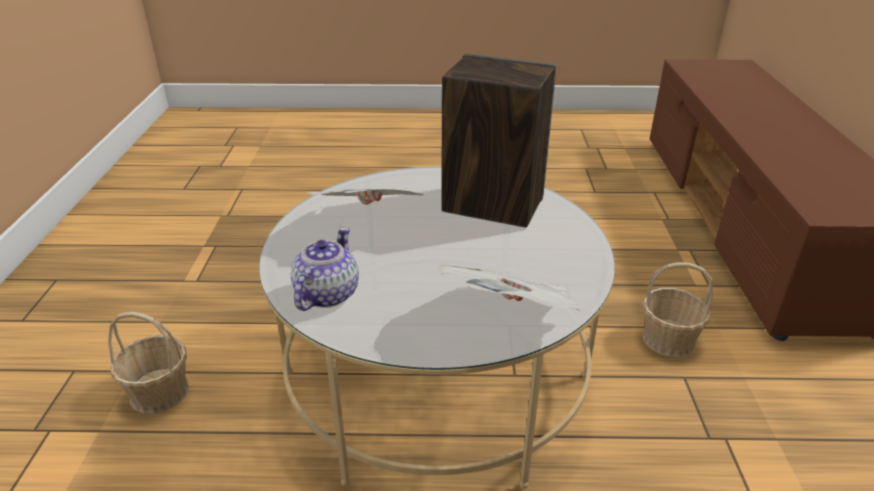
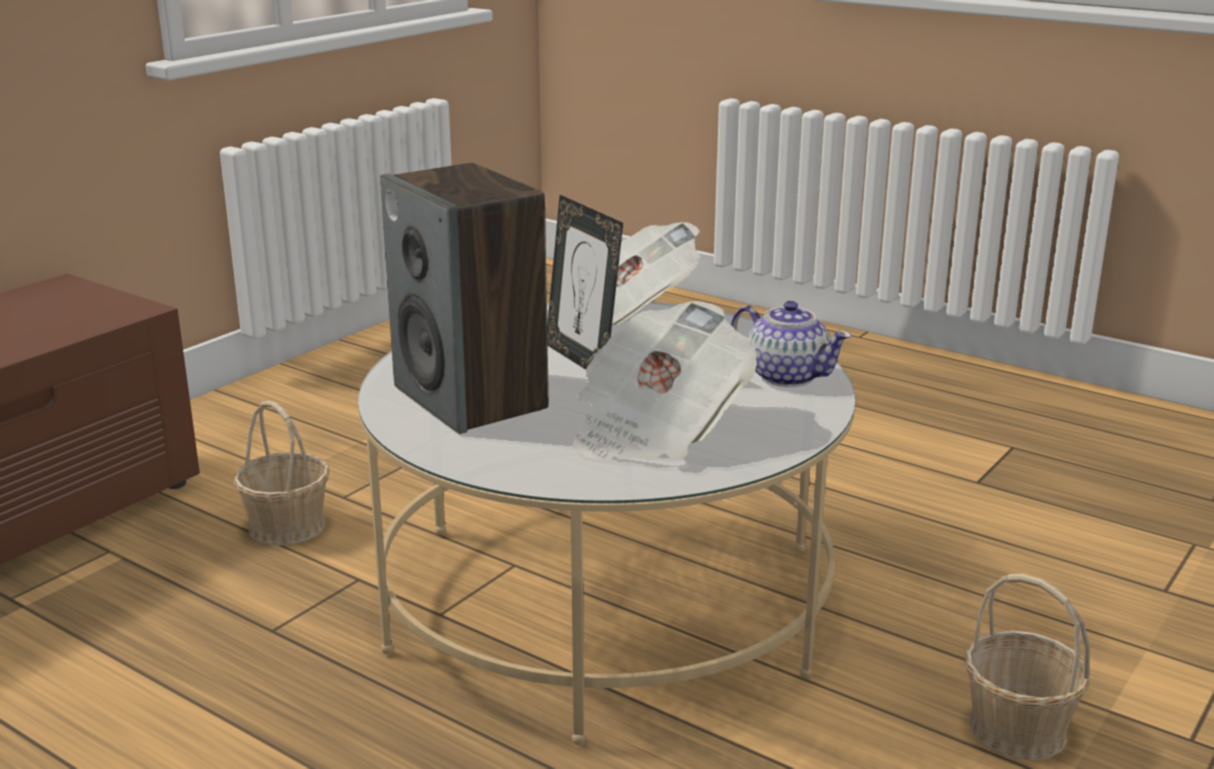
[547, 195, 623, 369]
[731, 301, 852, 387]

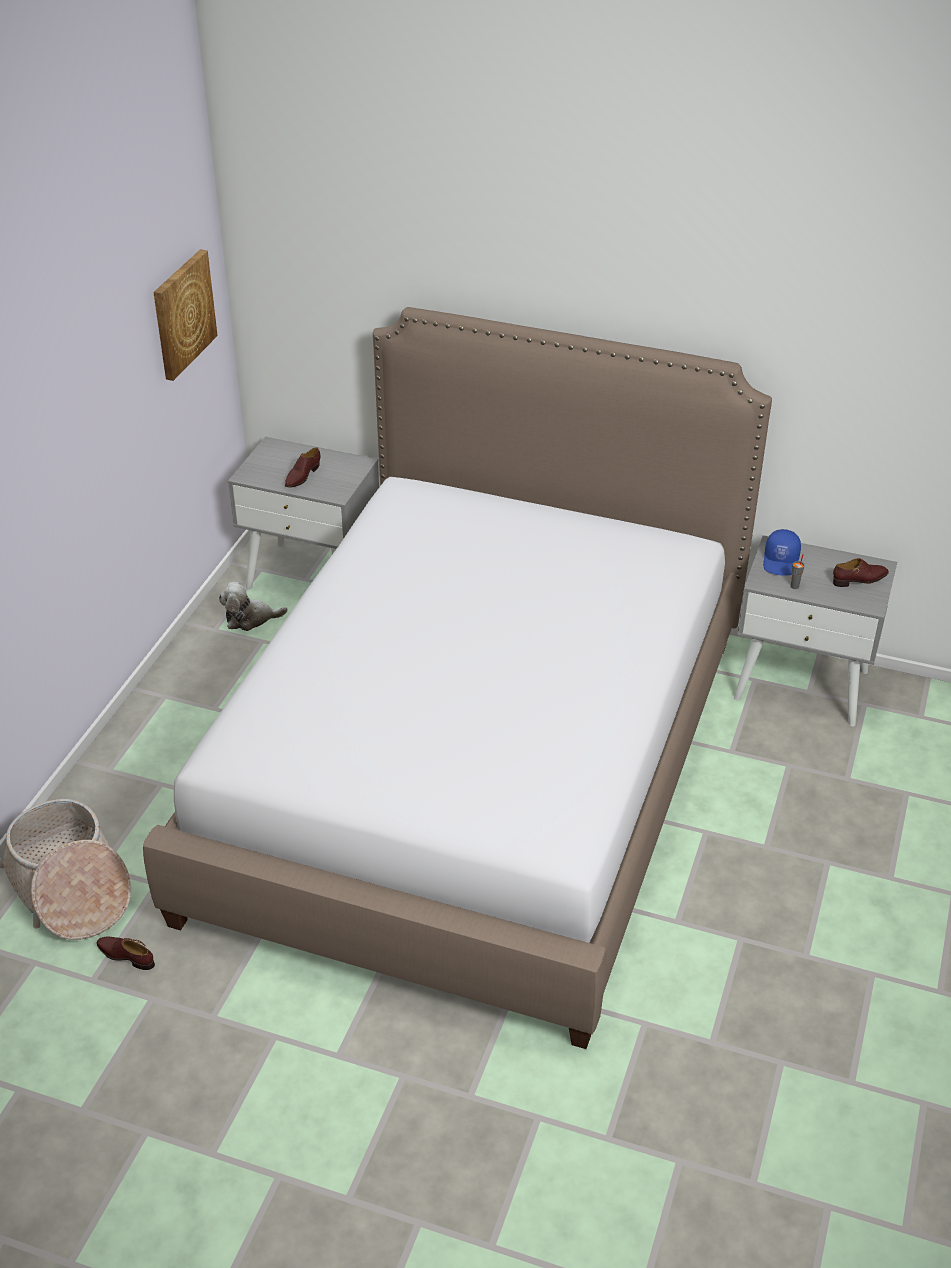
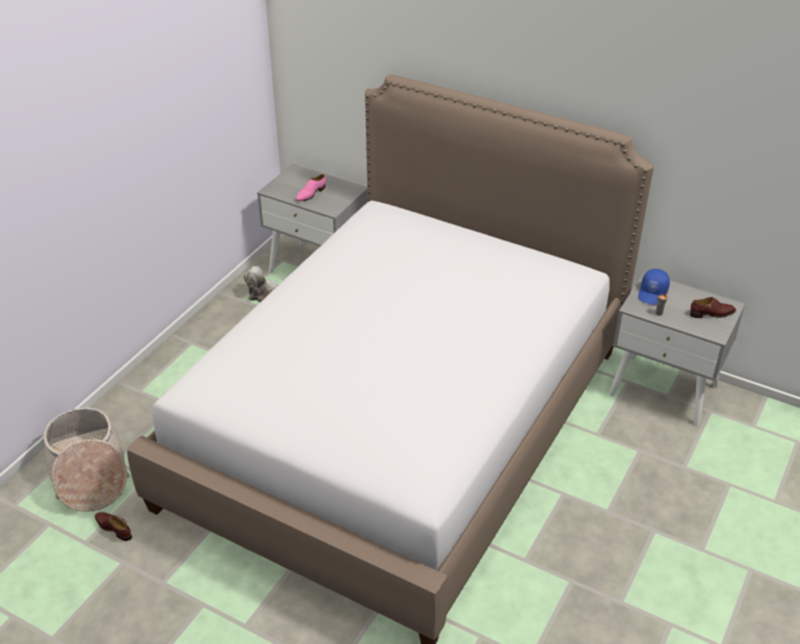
[153, 249, 218, 381] (first image)
[296, 174, 326, 201]

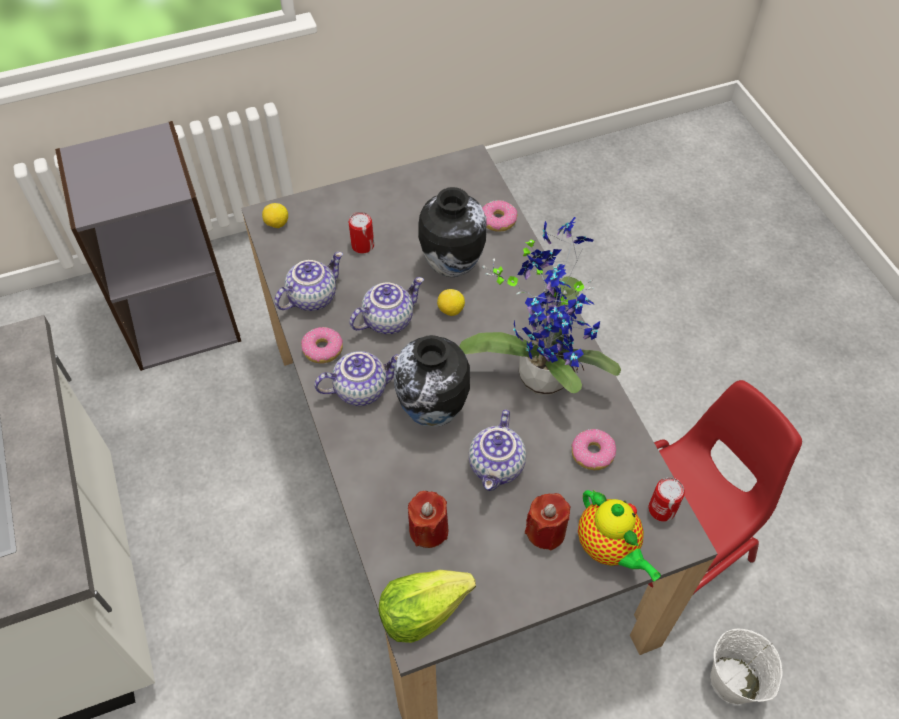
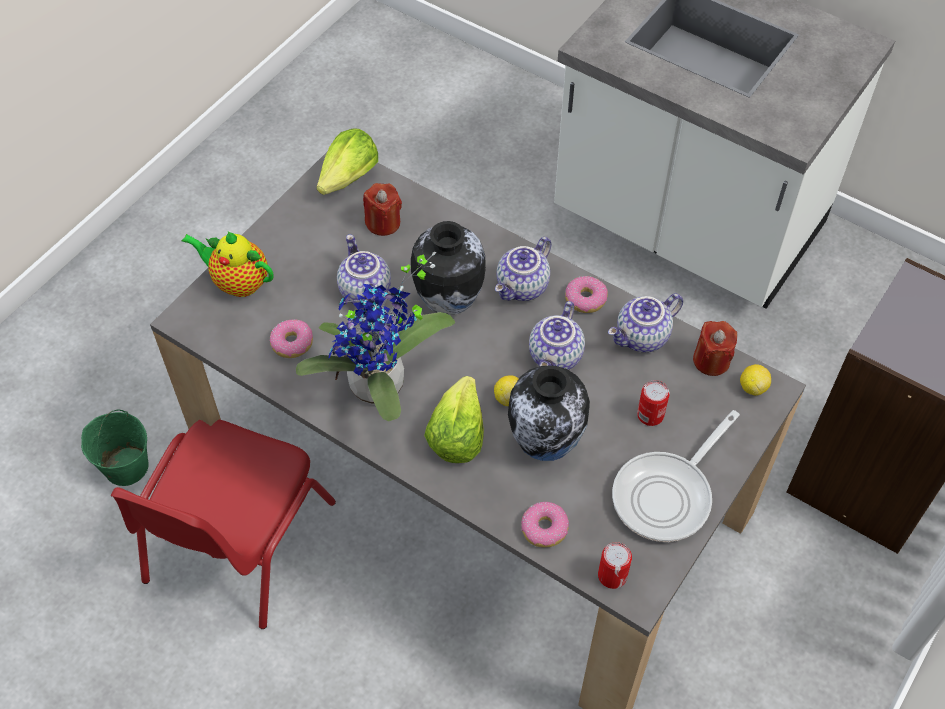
[424, 376, 484, 463]
[612, 410, 740, 542]
[693, 321, 737, 376]
[598, 542, 632, 589]
[81, 409, 149, 486]
[608, 293, 683, 352]

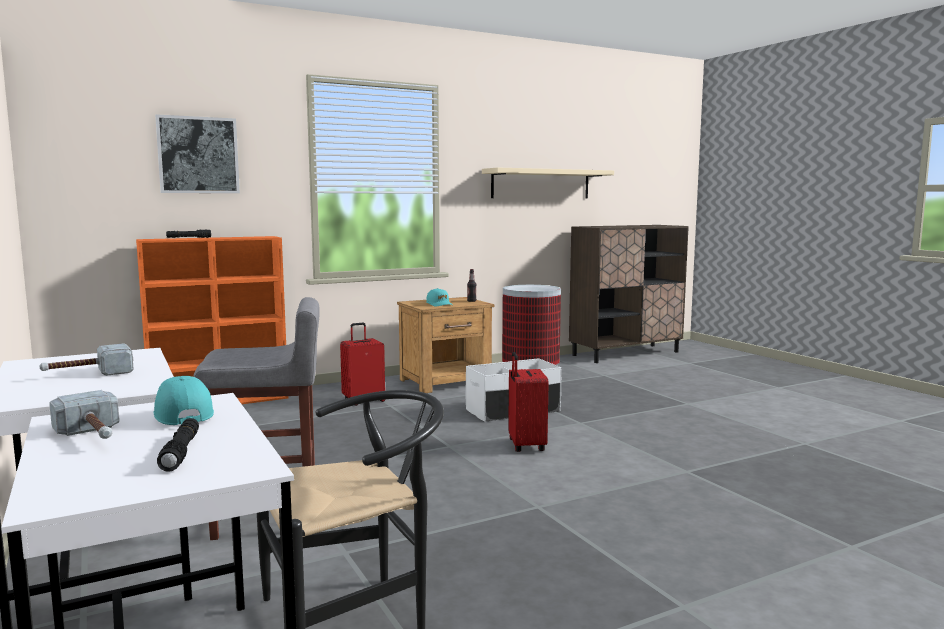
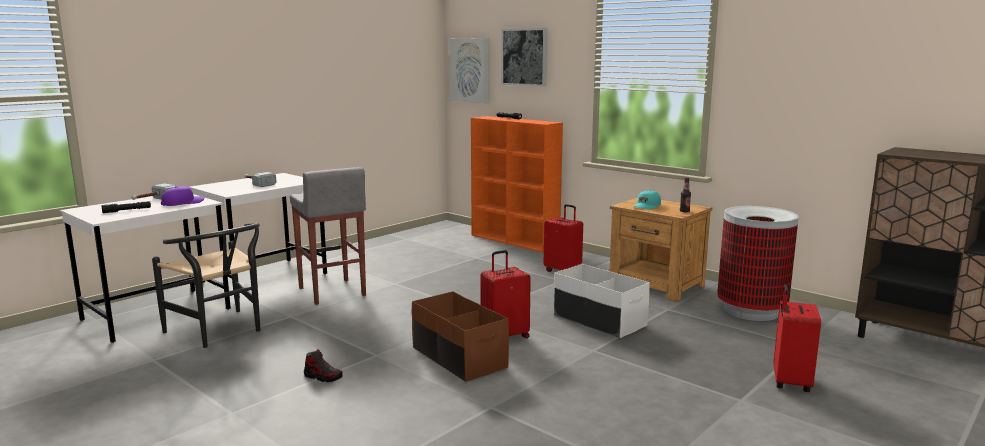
[482, 167, 614, 198] (first image)
[304, 349, 343, 382]
[412, 291, 509, 382]
[449, 38, 489, 103]
[773, 284, 821, 392]
[161, 186, 204, 206]

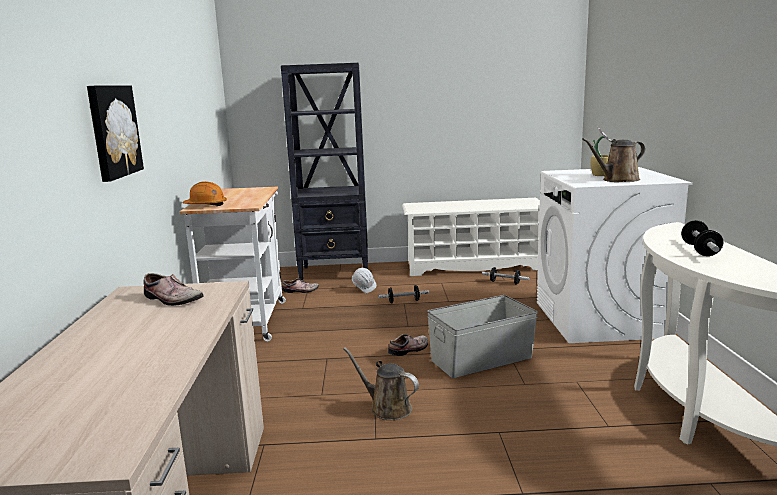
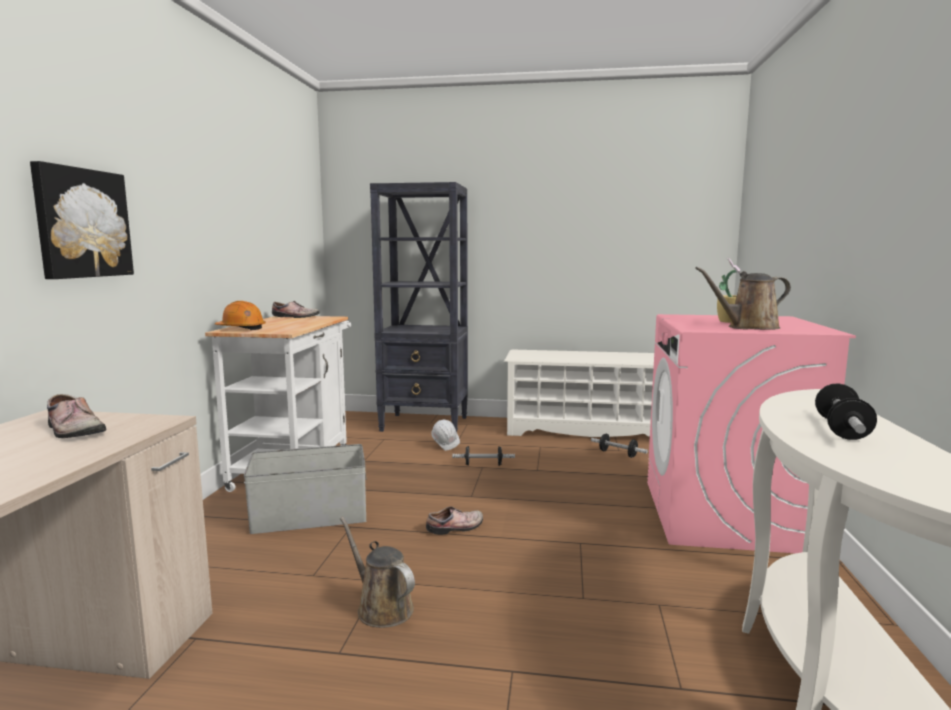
[272, 301, 320, 318]
[243, 444, 367, 534]
[647, 314, 856, 553]

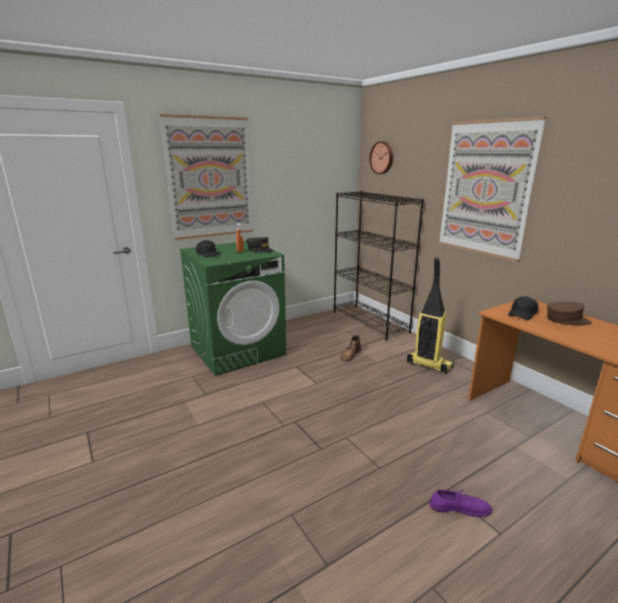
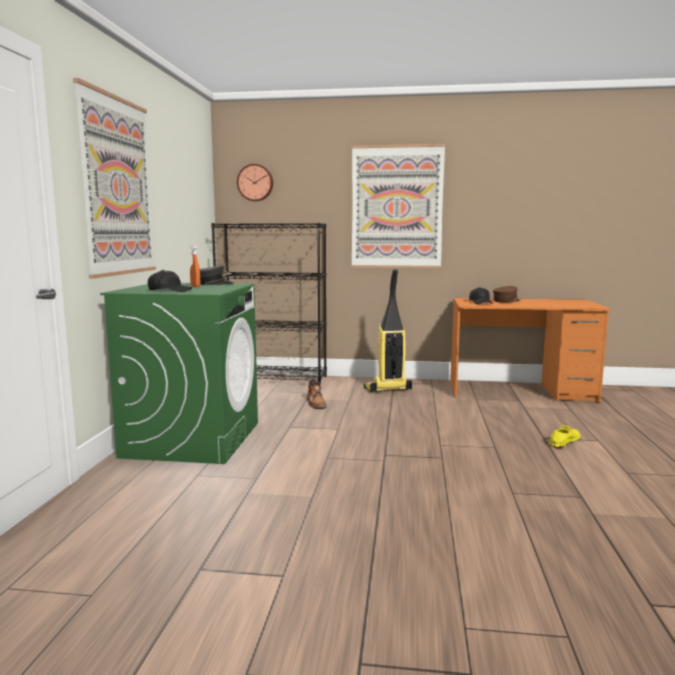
[550, 425, 580, 448]

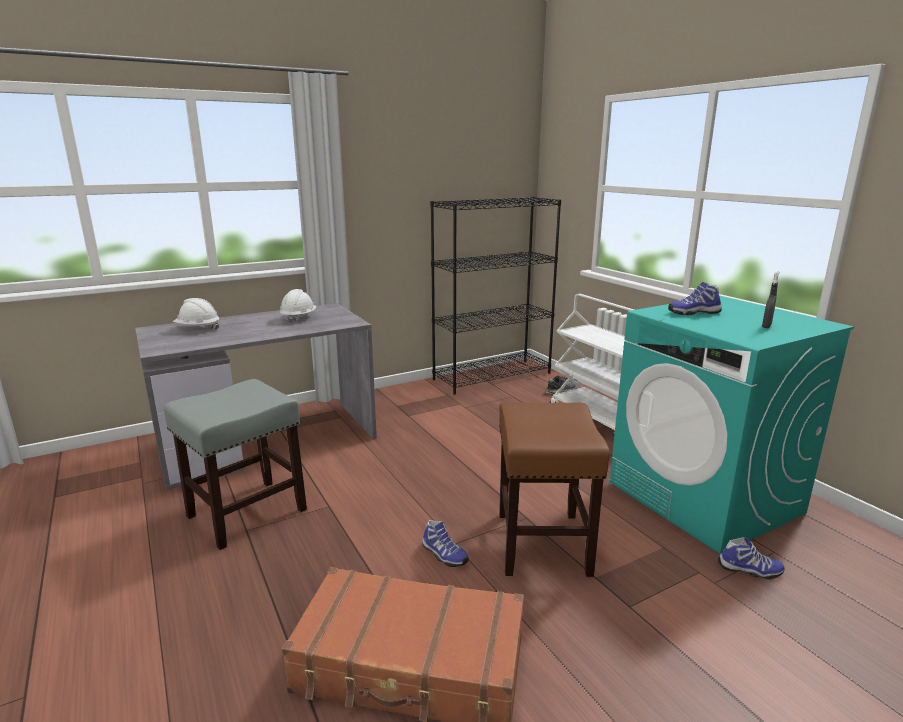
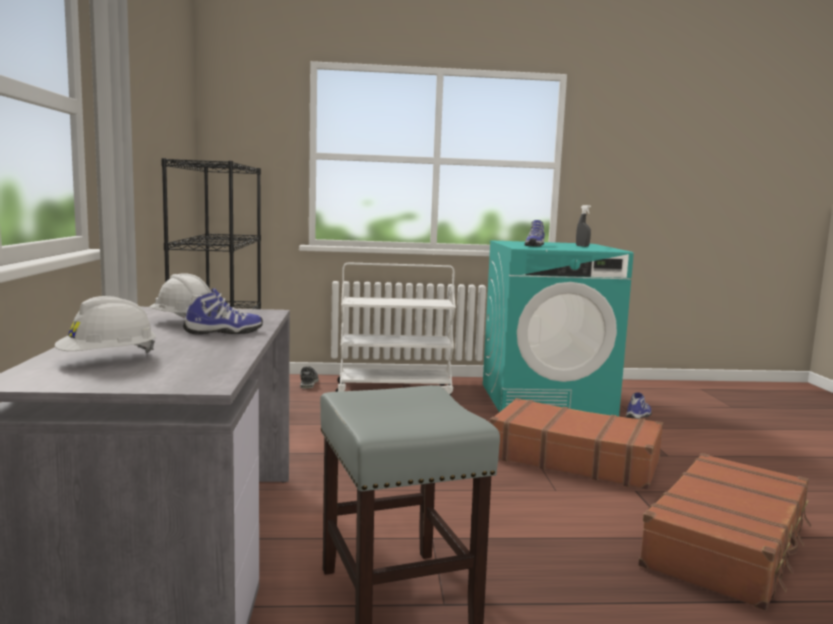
[183, 288, 263, 334]
[490, 398, 663, 490]

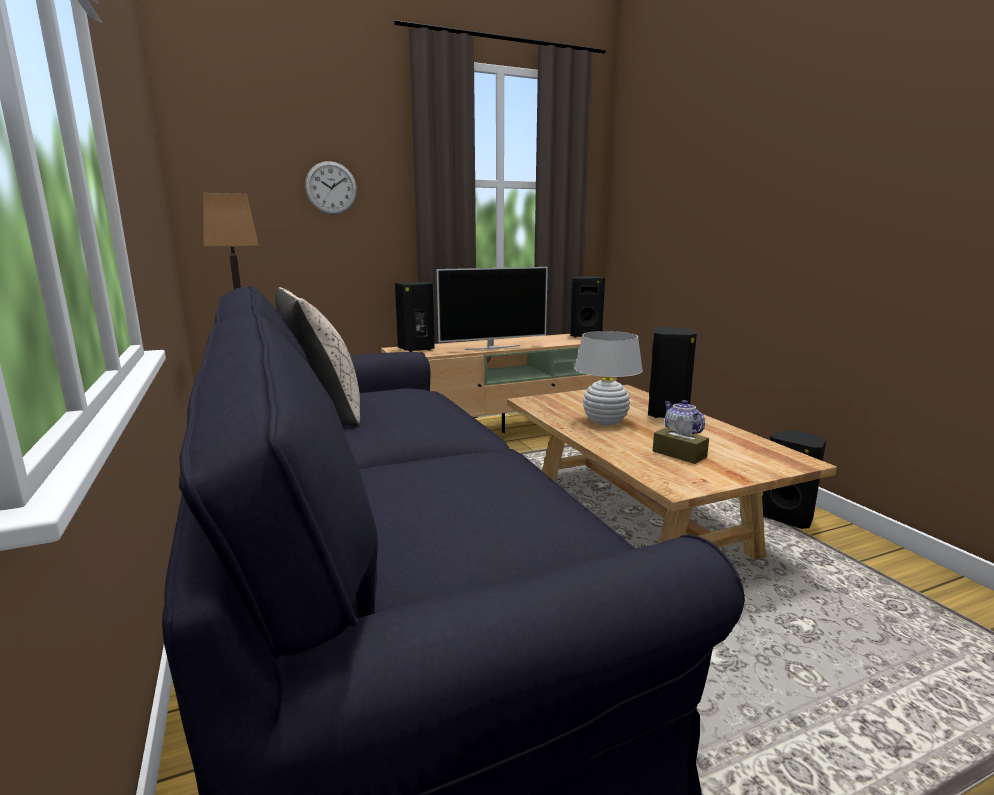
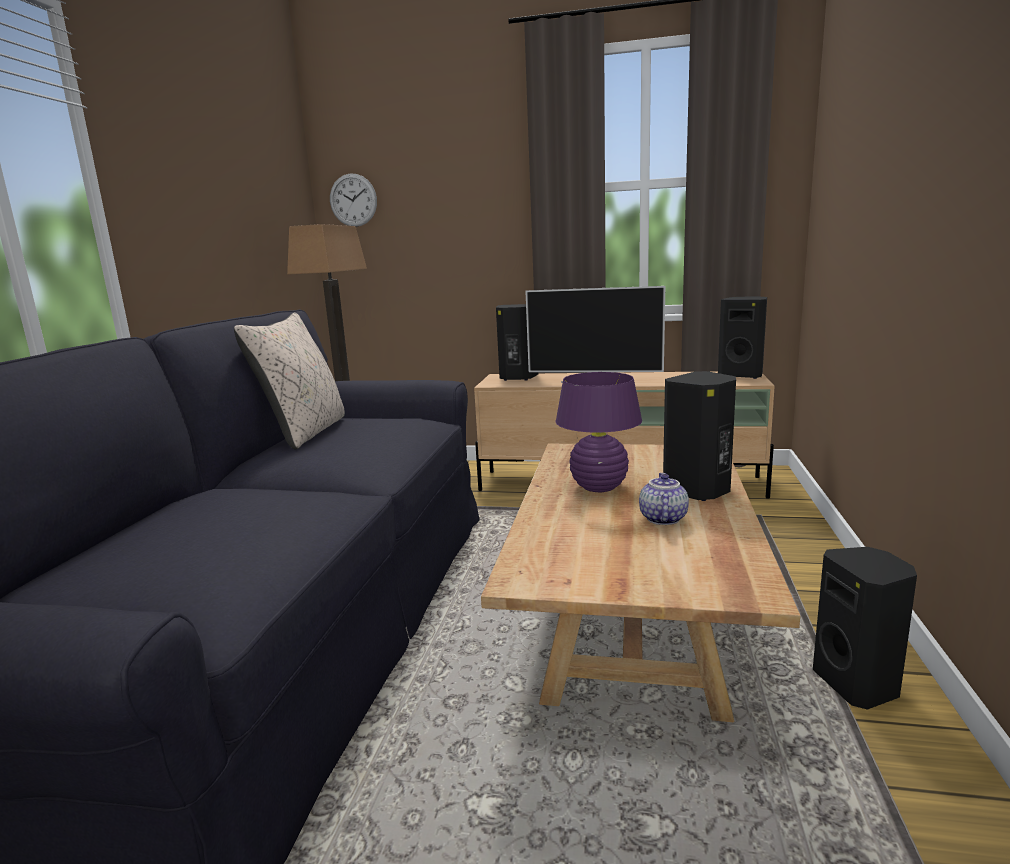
[653, 416, 709, 464] (first image)
[330, 173, 377, 227]
[556, 372, 642, 492]

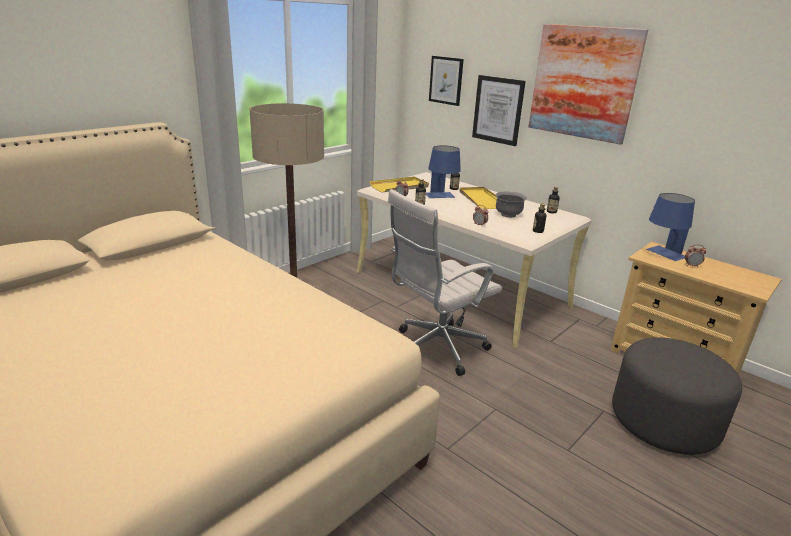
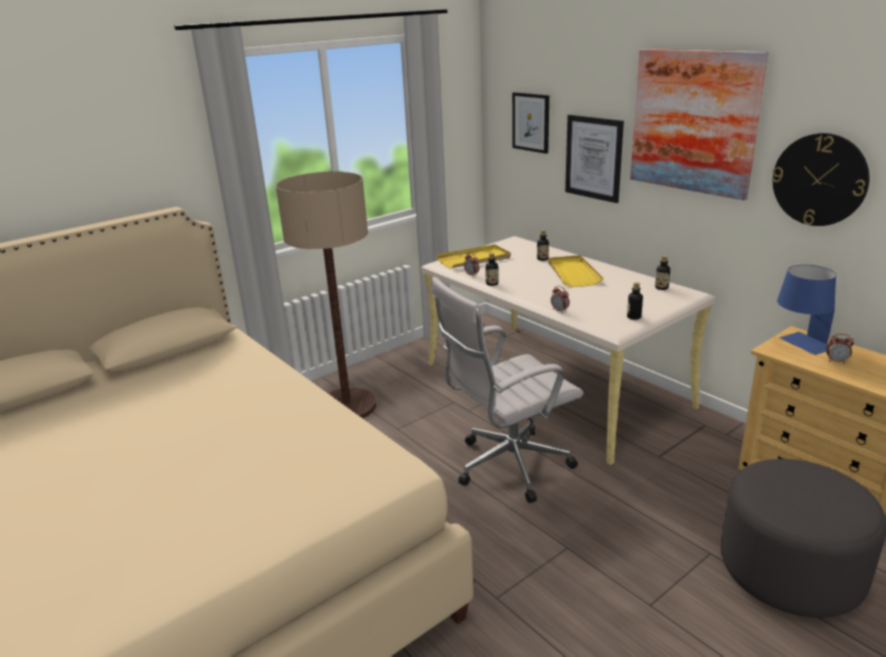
[426, 145, 461, 198] (first image)
[495, 192, 527, 218] (first image)
[772, 133, 870, 226]

